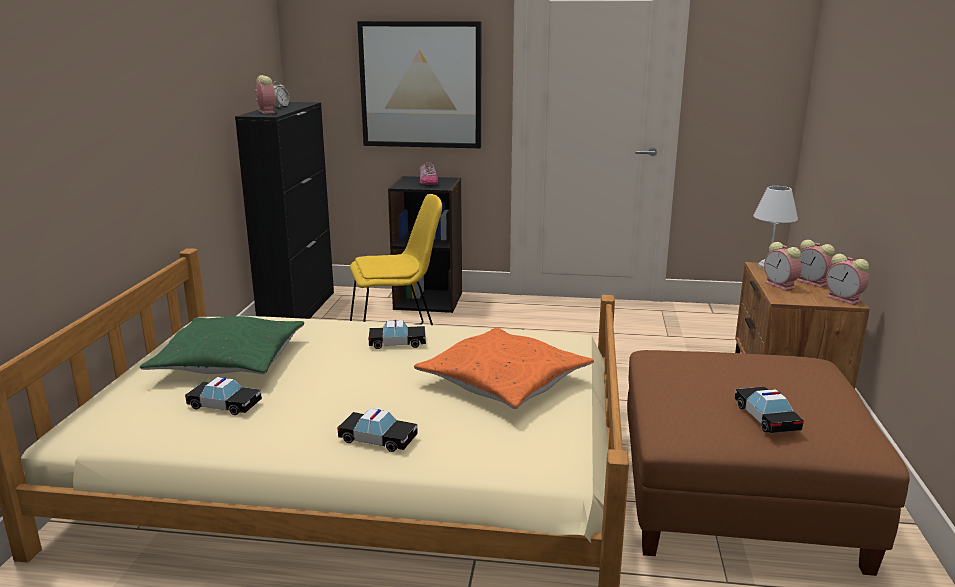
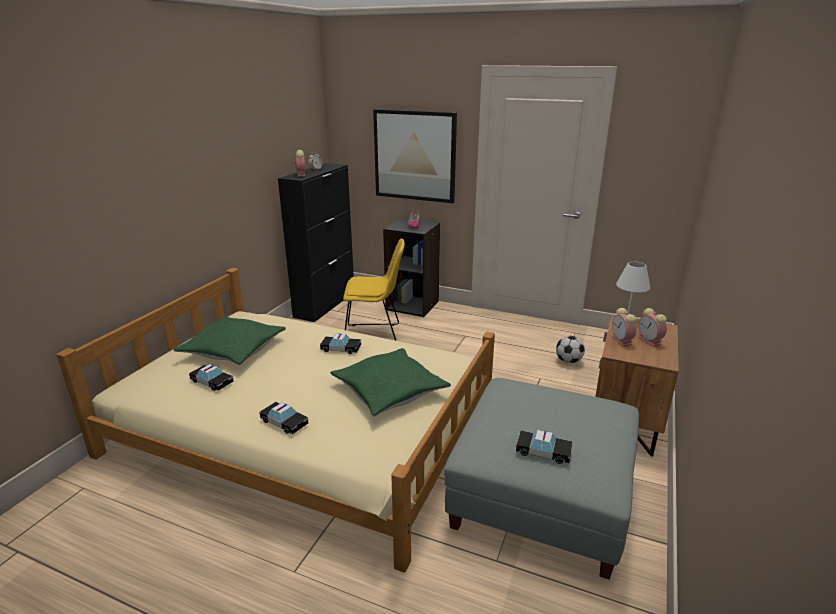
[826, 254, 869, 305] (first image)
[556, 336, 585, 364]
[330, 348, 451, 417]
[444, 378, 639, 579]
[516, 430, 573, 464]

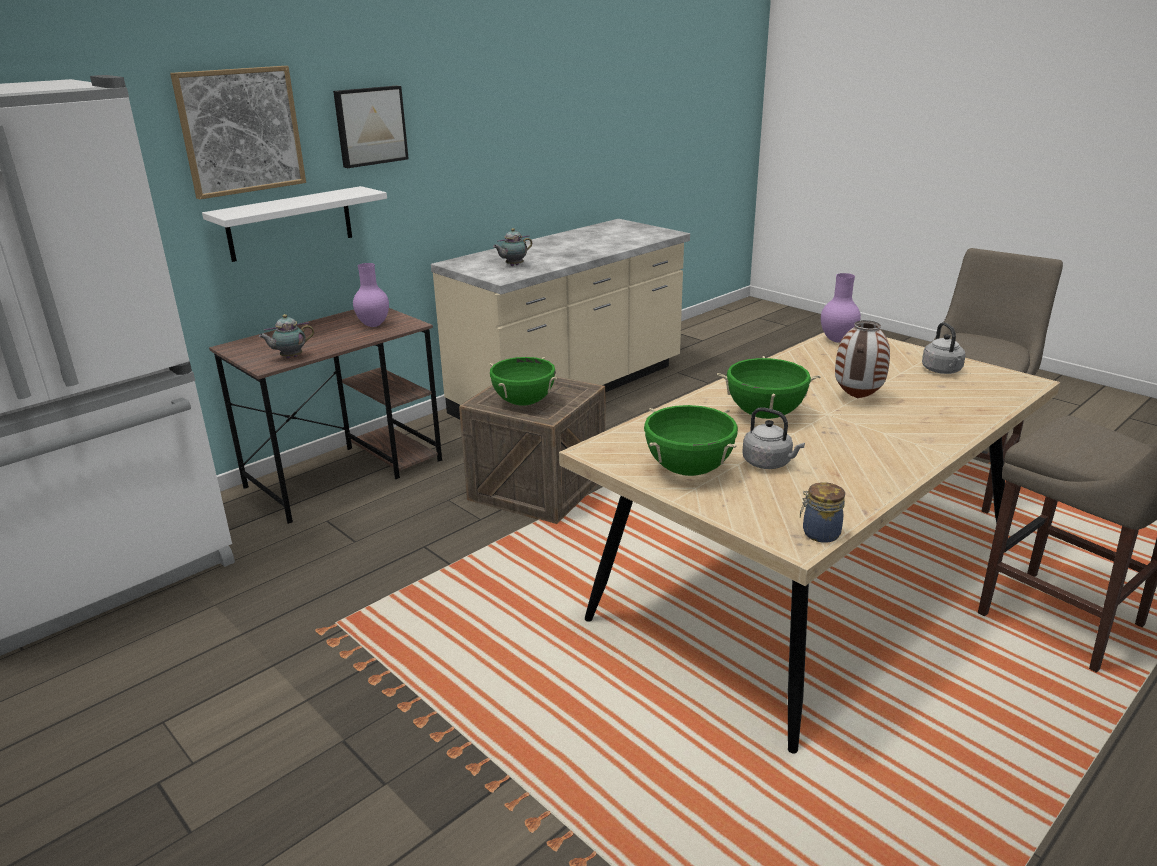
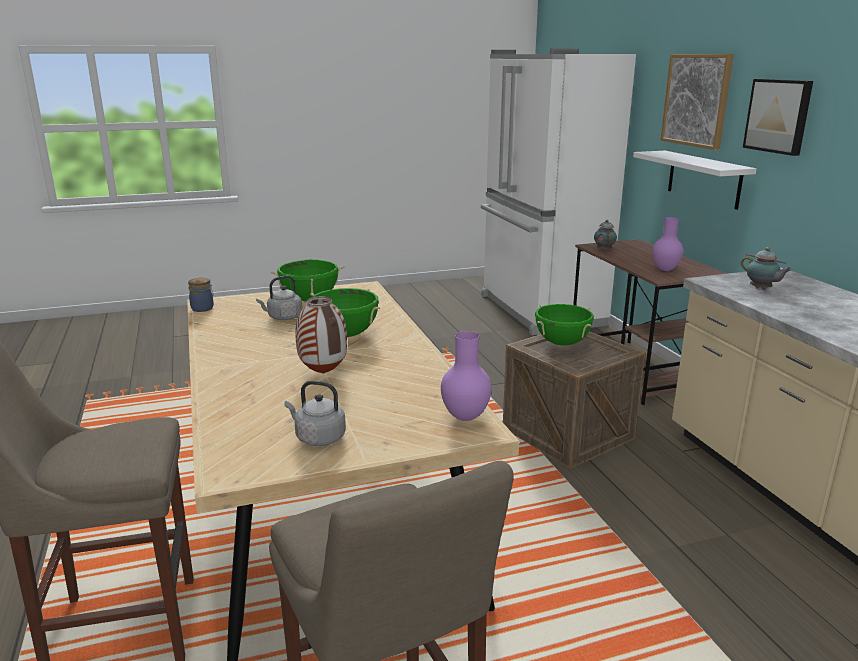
[741, 247, 792, 290]

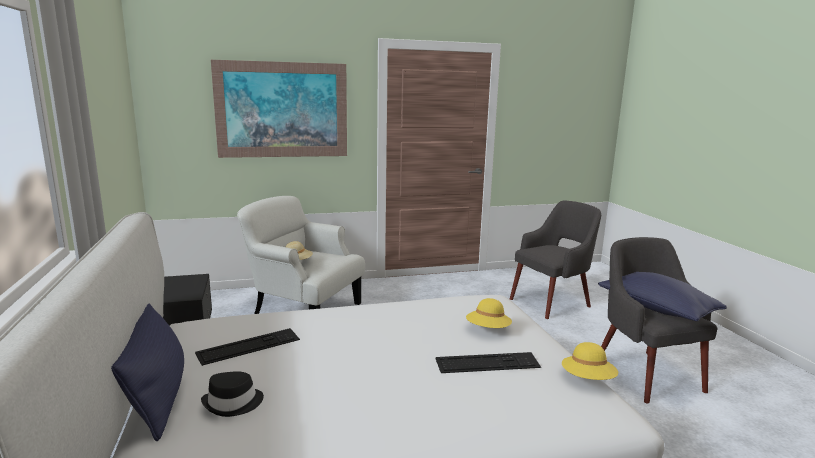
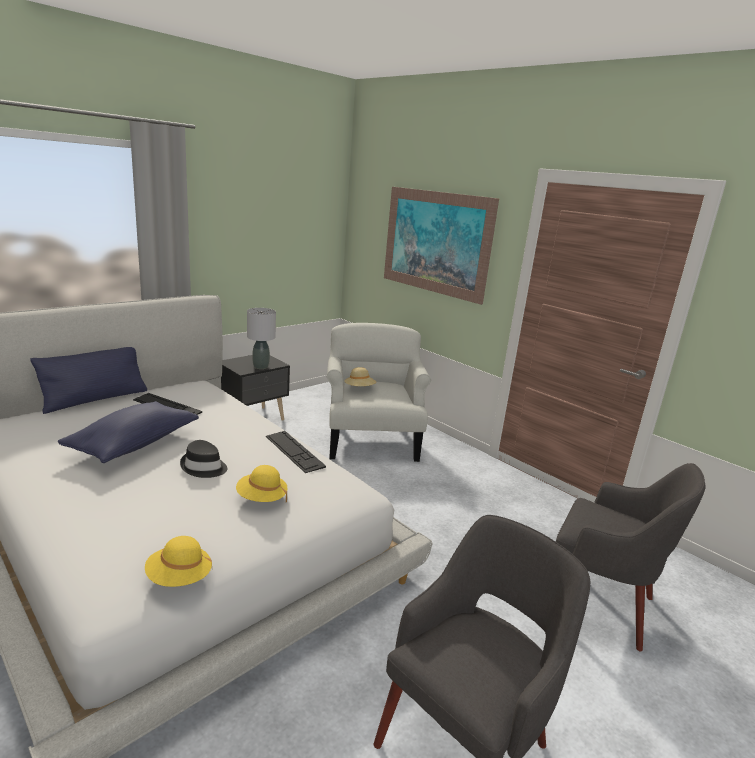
[247, 308, 276, 369]
[180, 440, 227, 478]
[266, 431, 326, 473]
[58, 401, 199, 463]

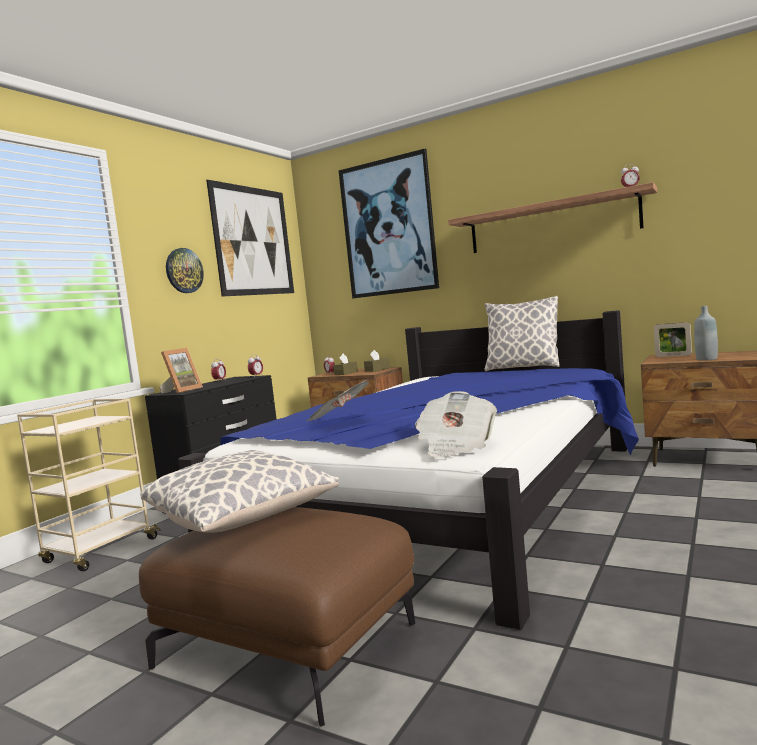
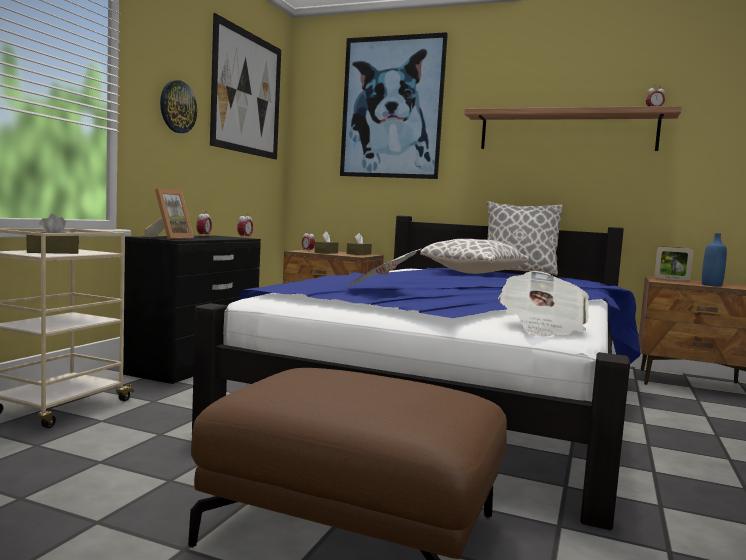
[26, 214, 79, 254]
[420, 239, 529, 274]
[702, 233, 727, 287]

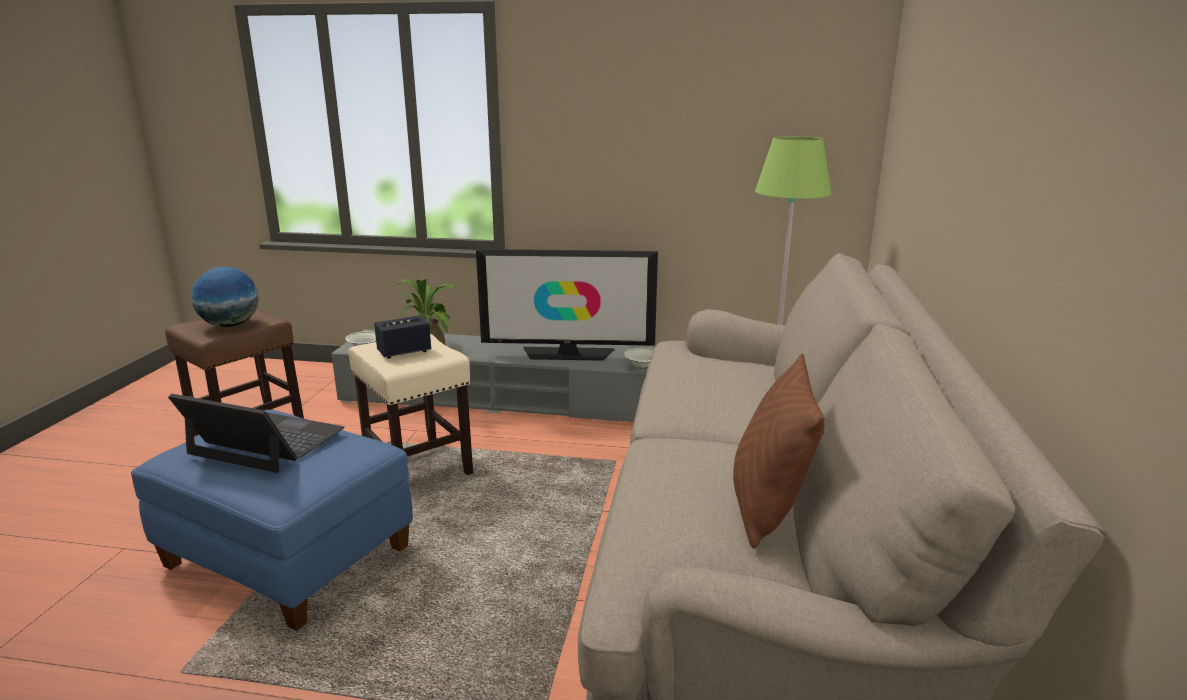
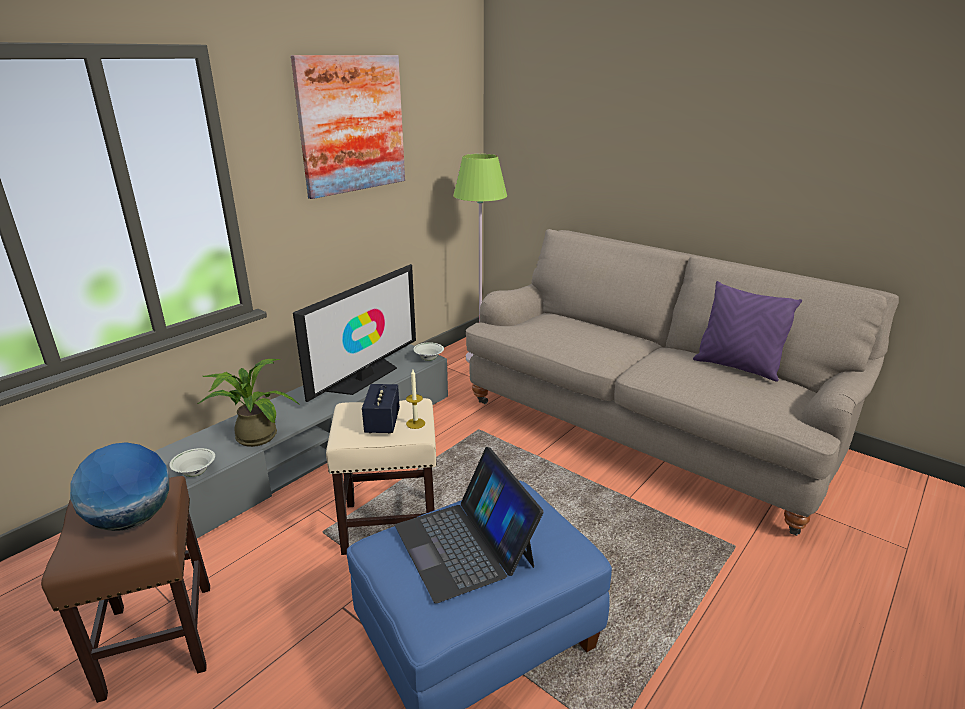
[291, 55, 405, 199]
[406, 370, 425, 429]
[693, 281, 802, 382]
[395, 447, 544, 603]

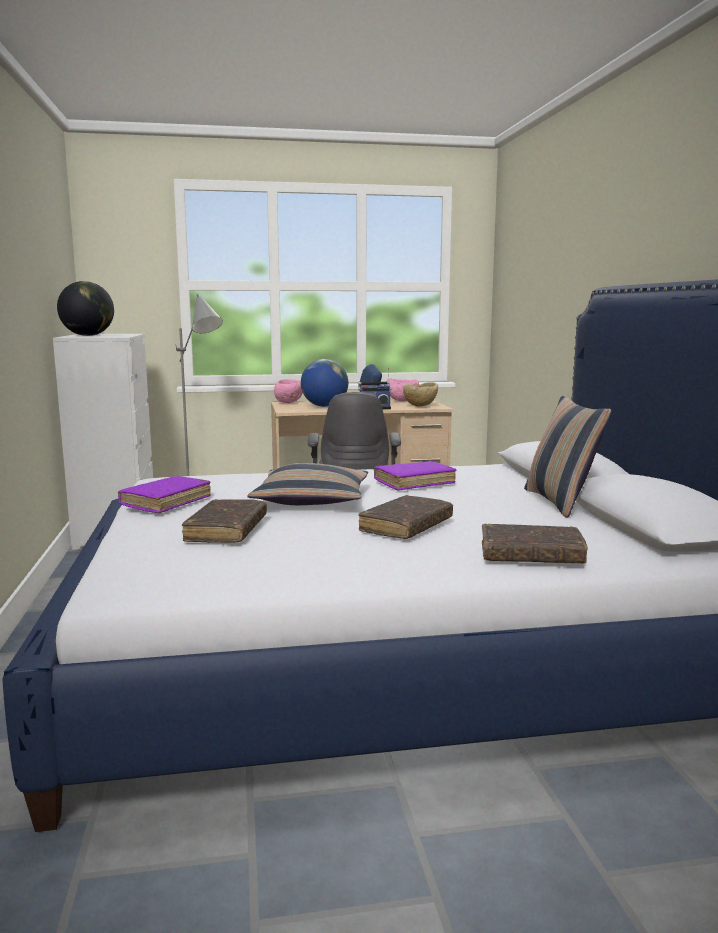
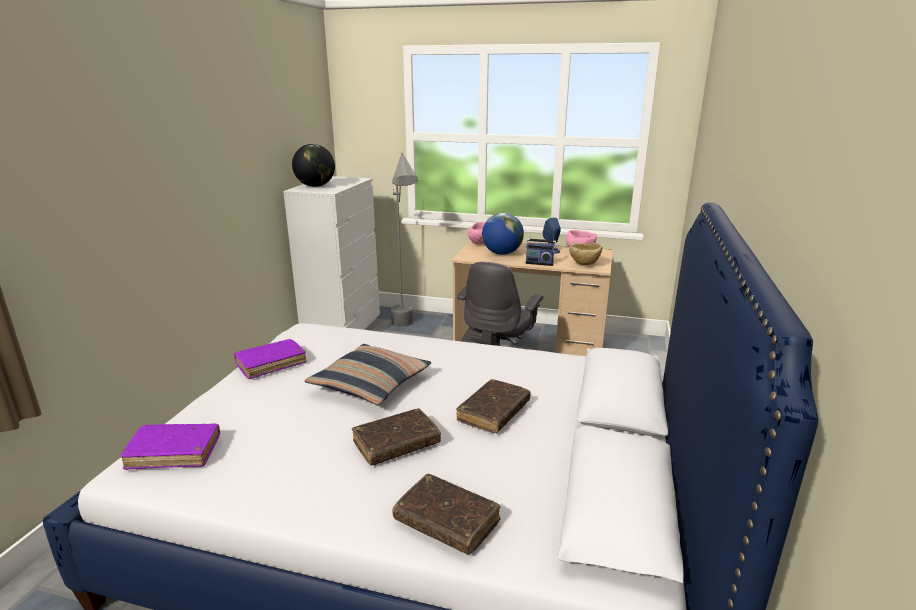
[524, 396, 612, 518] (first image)
[456, 379, 531, 433]
[120, 423, 220, 470]

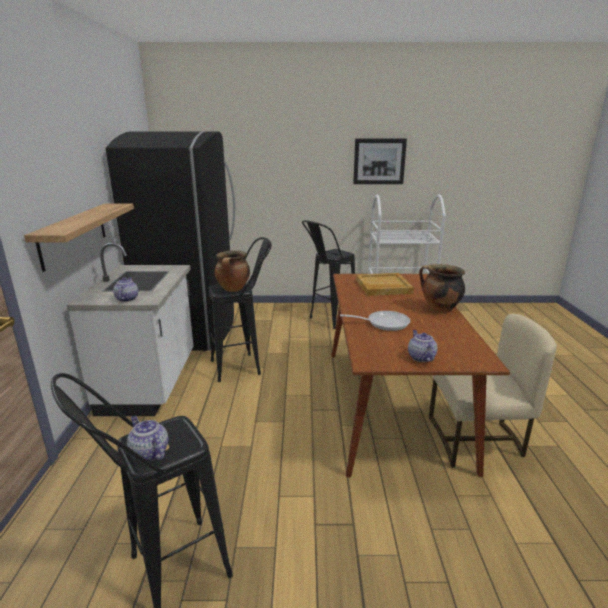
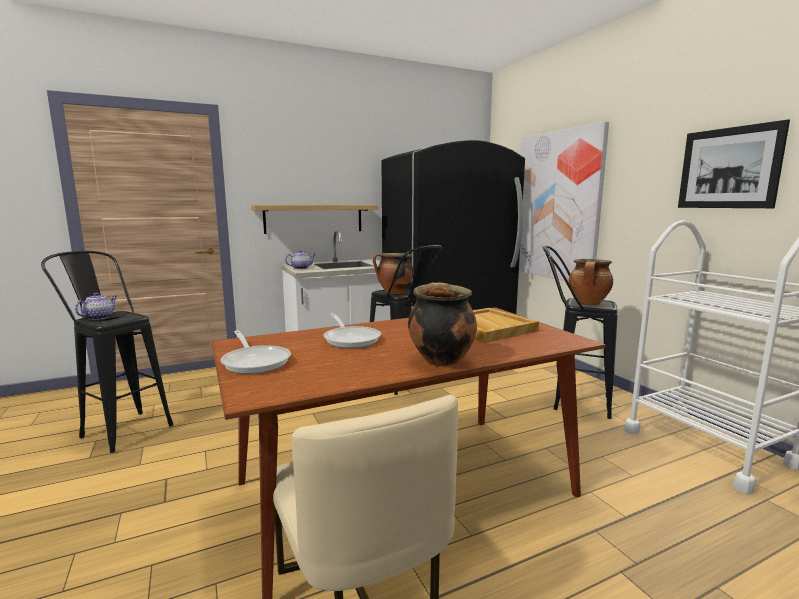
[519, 122, 609, 281]
[568, 259, 613, 306]
[220, 330, 291, 374]

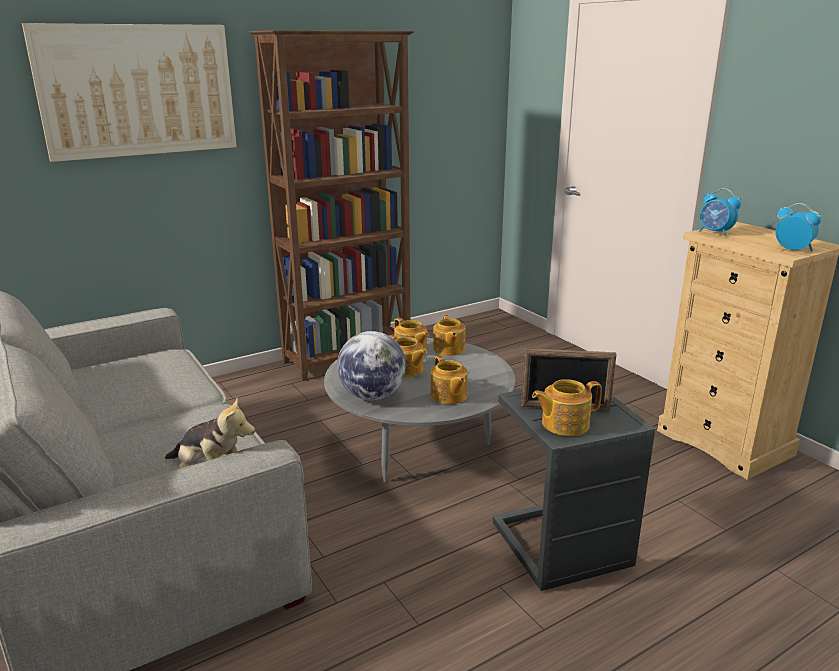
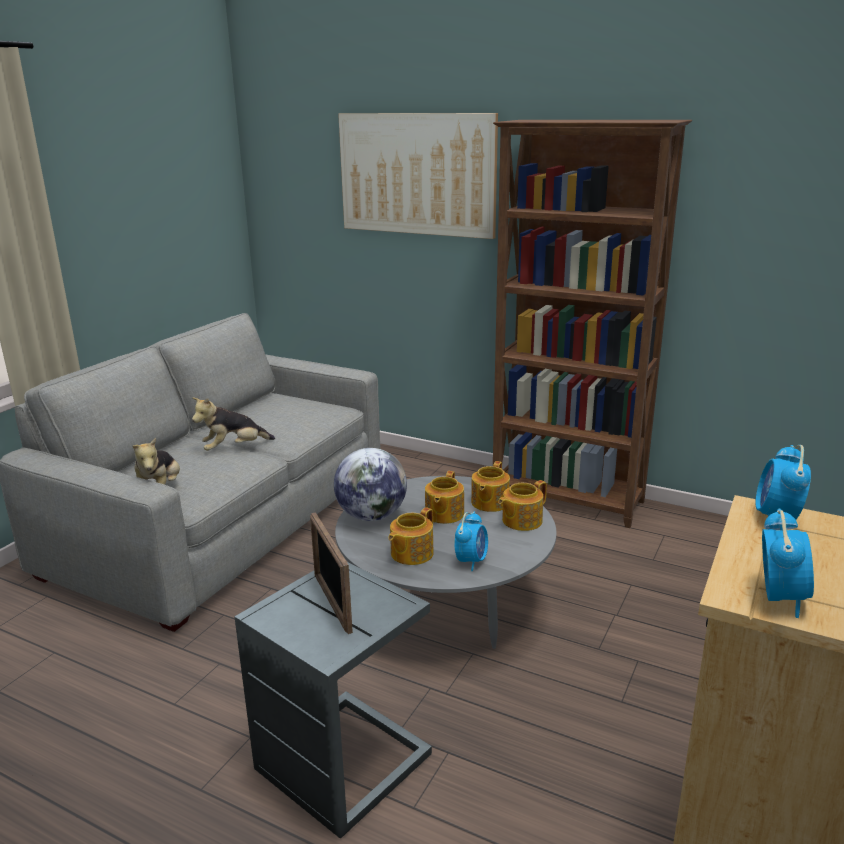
[532, 379, 602, 436] (first image)
[192, 397, 275, 451]
[454, 512, 488, 571]

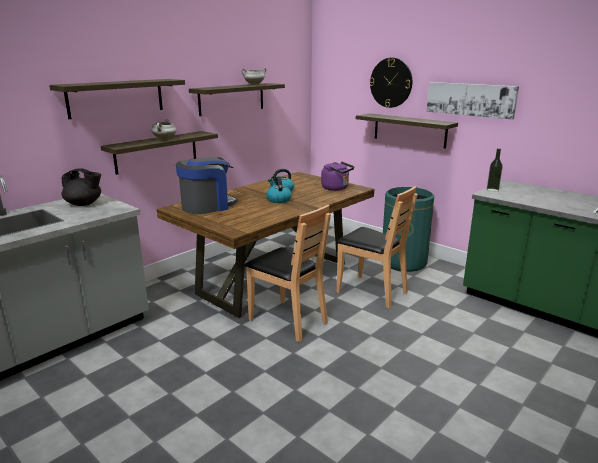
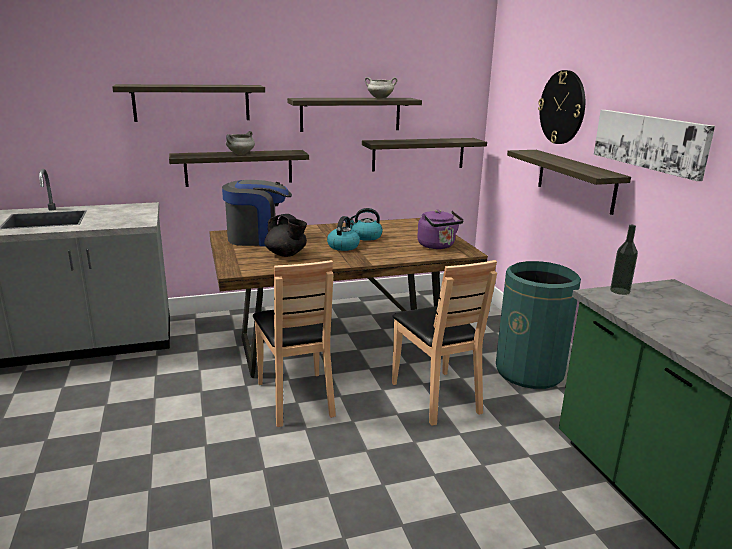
[362, 138, 487, 171]
[264, 214, 307, 257]

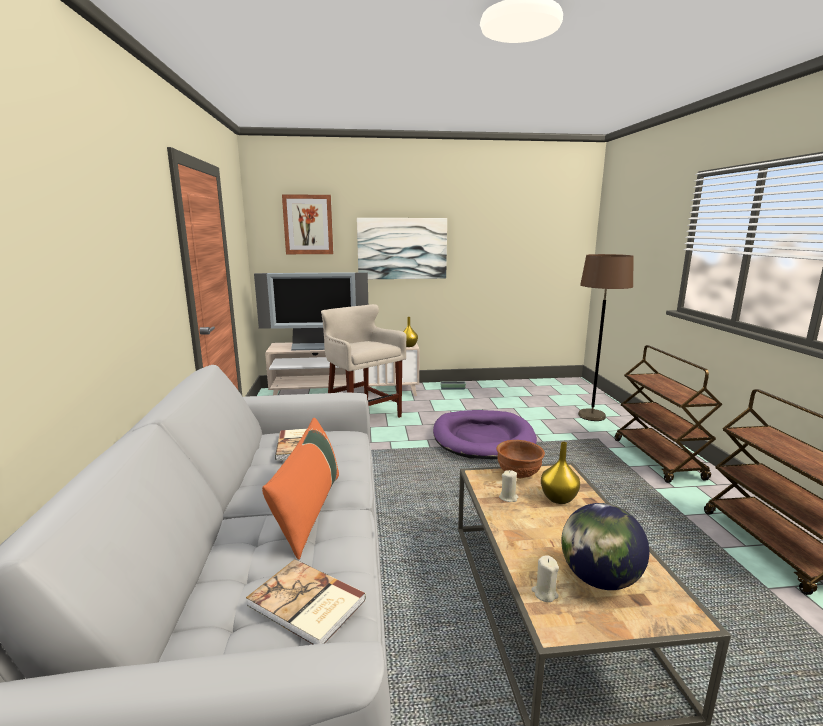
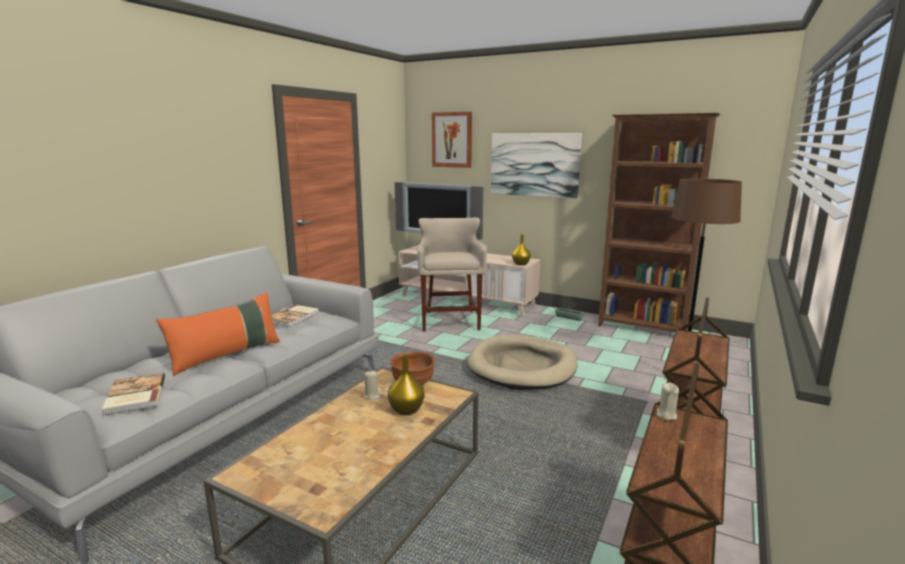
[561, 503, 649, 590] (first image)
[598, 113, 720, 332]
[656, 383, 679, 420]
[468, 335, 578, 390]

